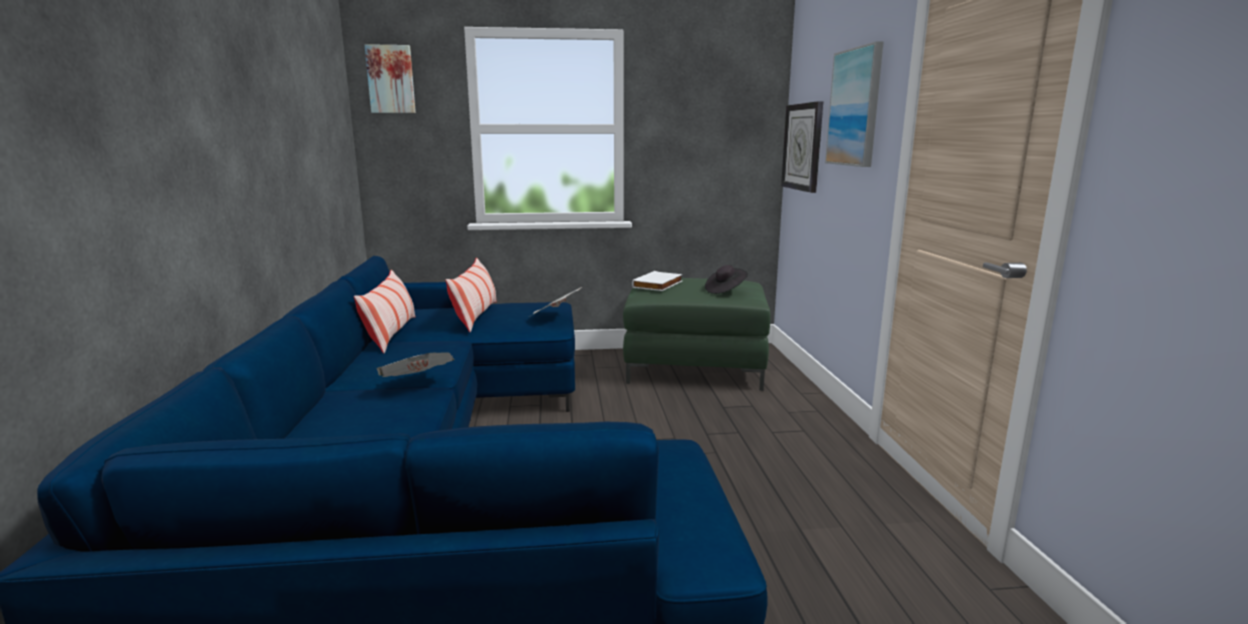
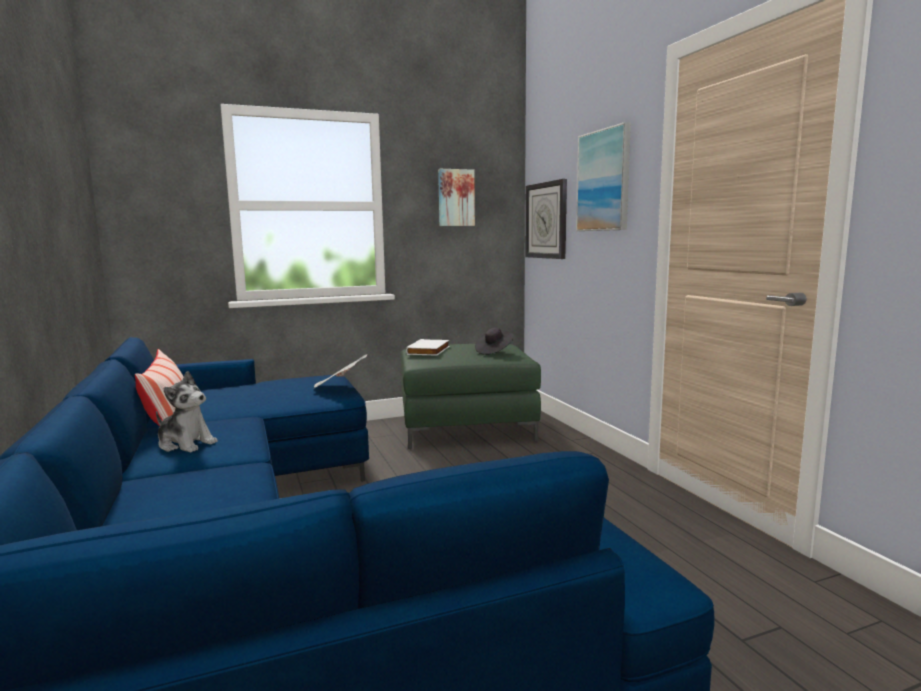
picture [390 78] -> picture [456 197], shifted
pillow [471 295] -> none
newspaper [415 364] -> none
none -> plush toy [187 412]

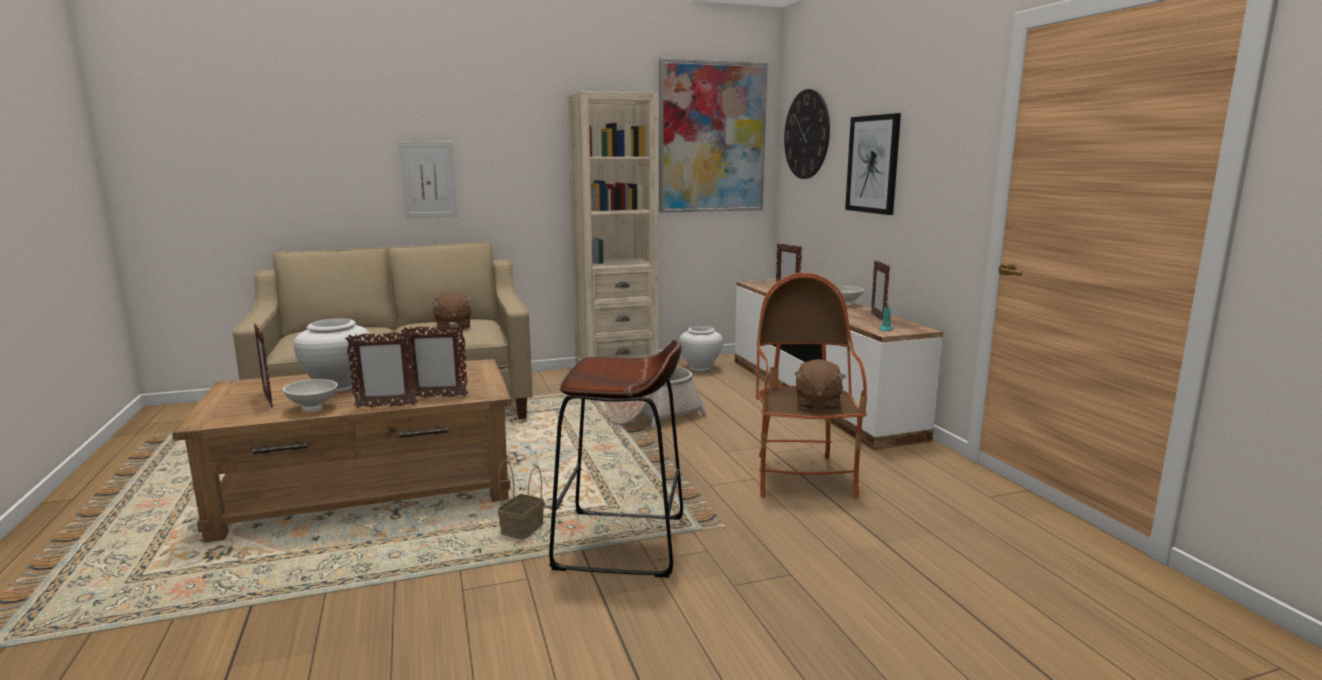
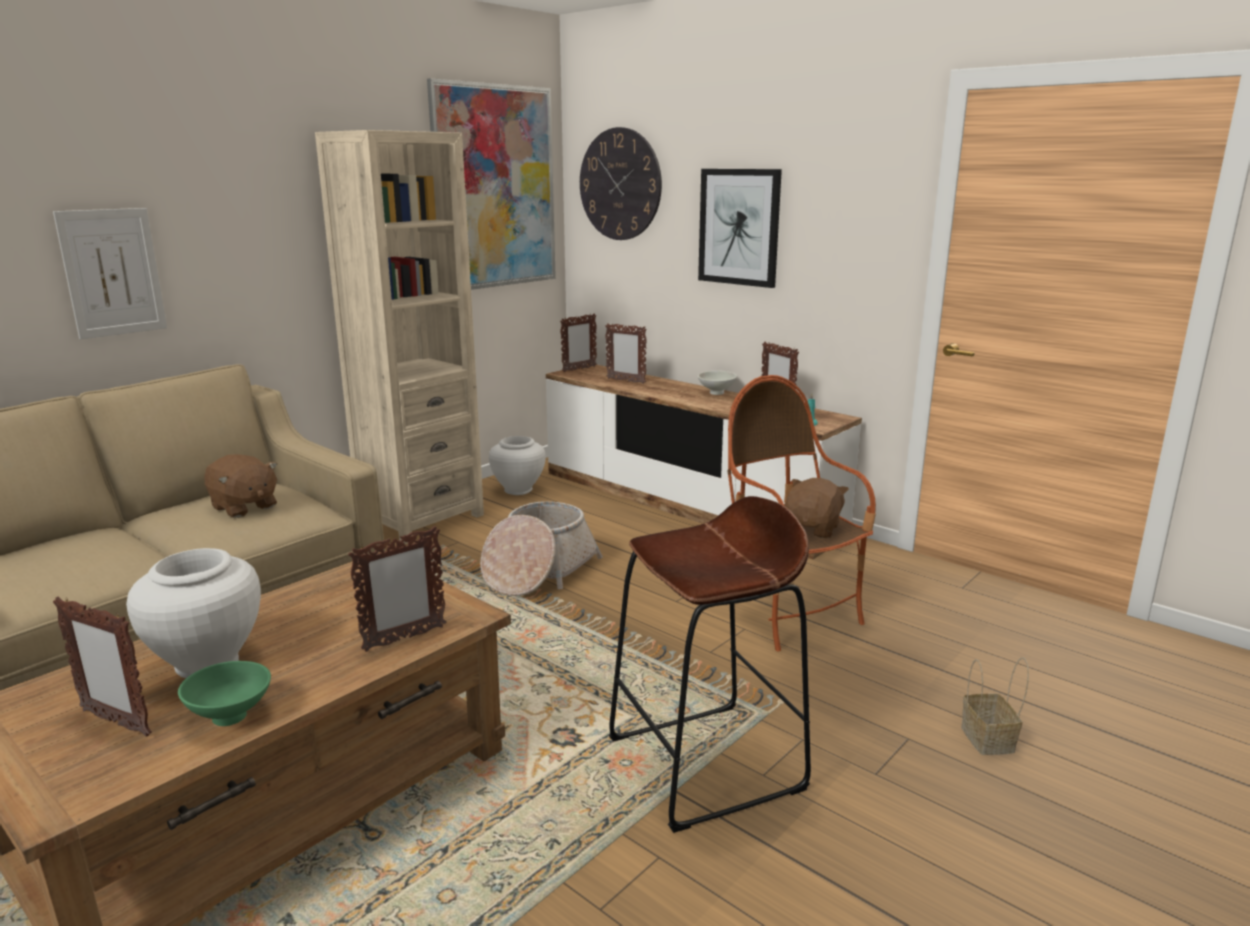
picture frame [381 369] -> picture frame [578 342], shifted
brown plush toy [820 385] -> brown plush toy [816 508], 135 degrees counterclockwise
white bowl [310 395] -> green bowl [224 693]
basket [521 500] -> basket [995 706], shifted

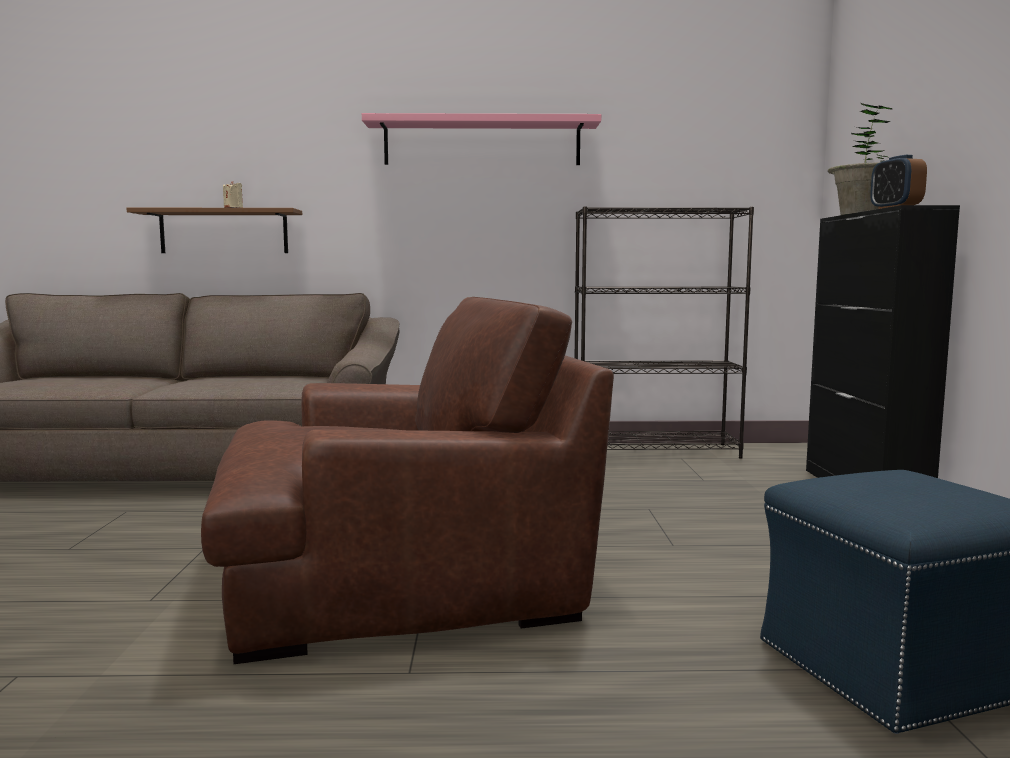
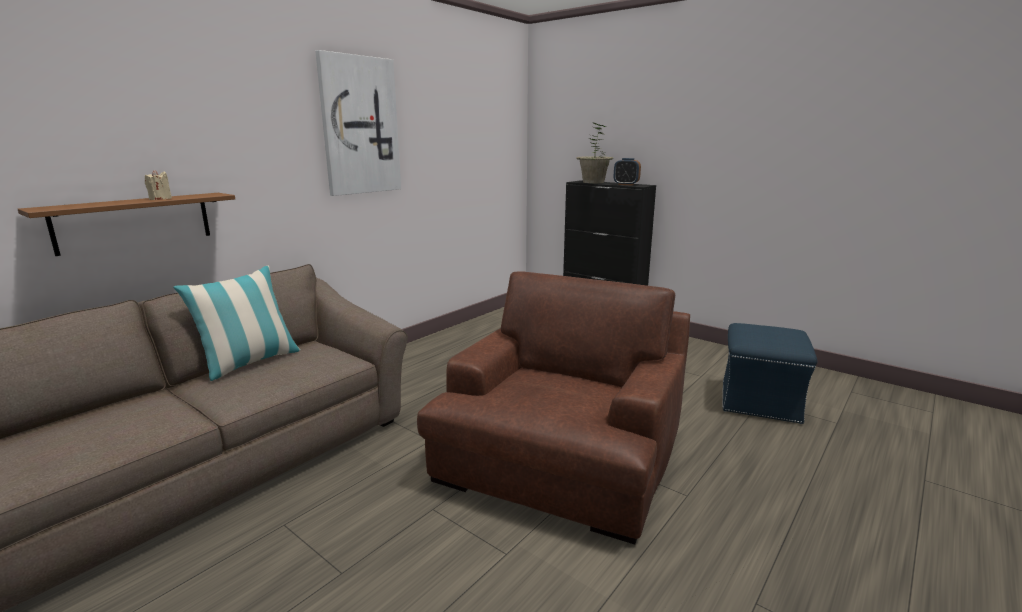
pink shelf [481 139] -> picture [358 123]
black bookcase [664 332] -> none
none -> pillow [237 323]

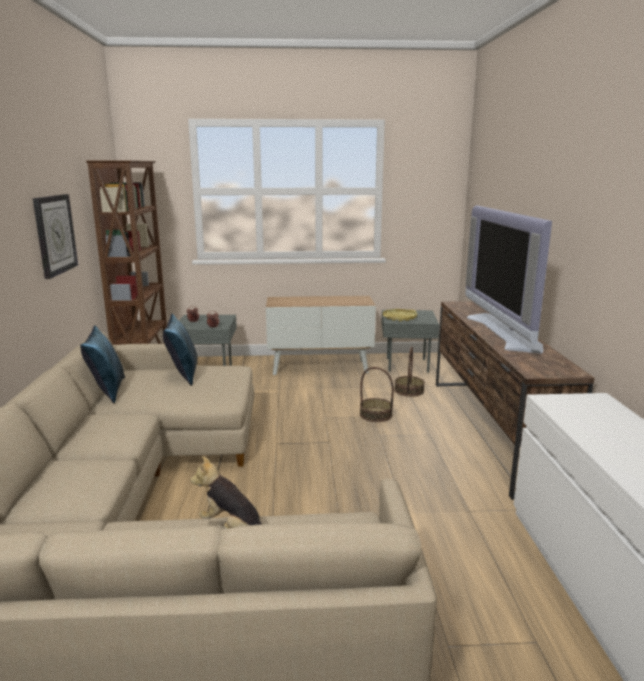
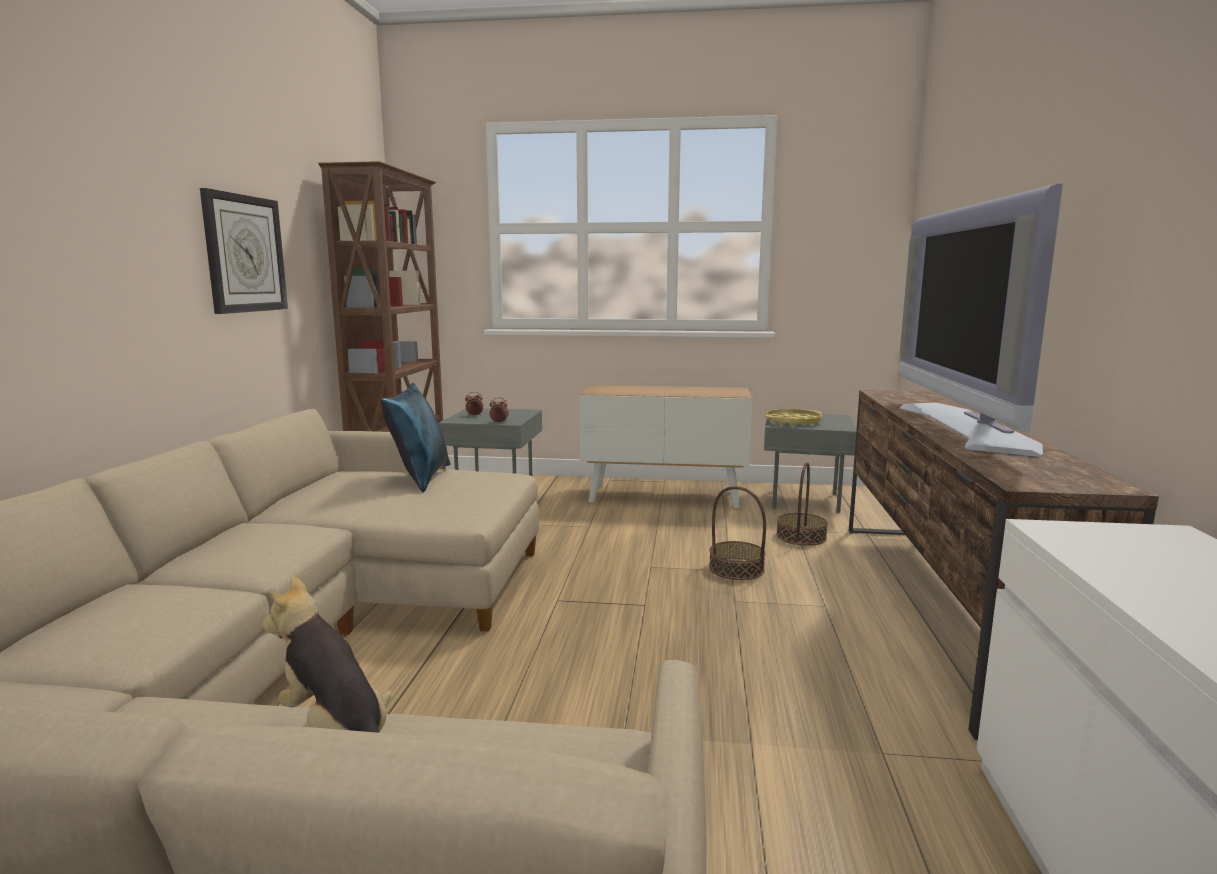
blue pillow [102 364] -> none

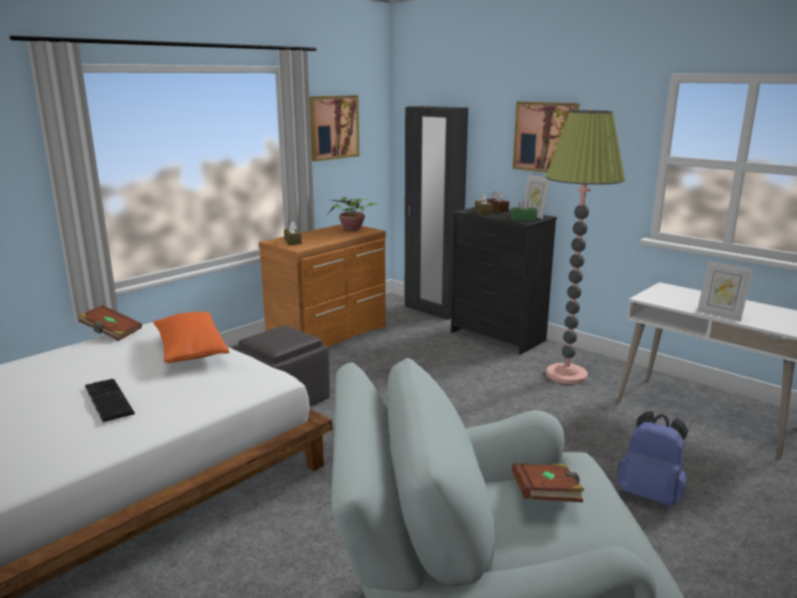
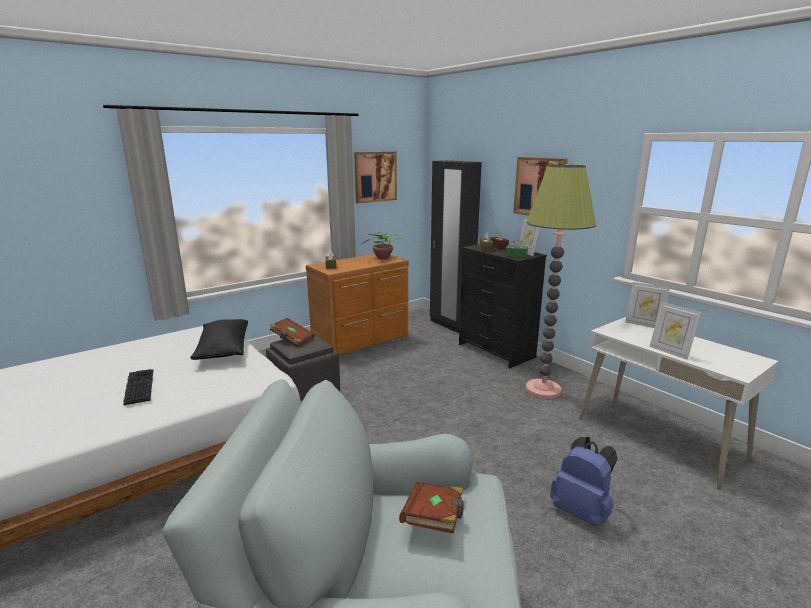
brown book [110 323] -> brown book [292 332], shifted
orange pillow [191 337] -> black pillow [219 339]
none -> picture frame [647 305]

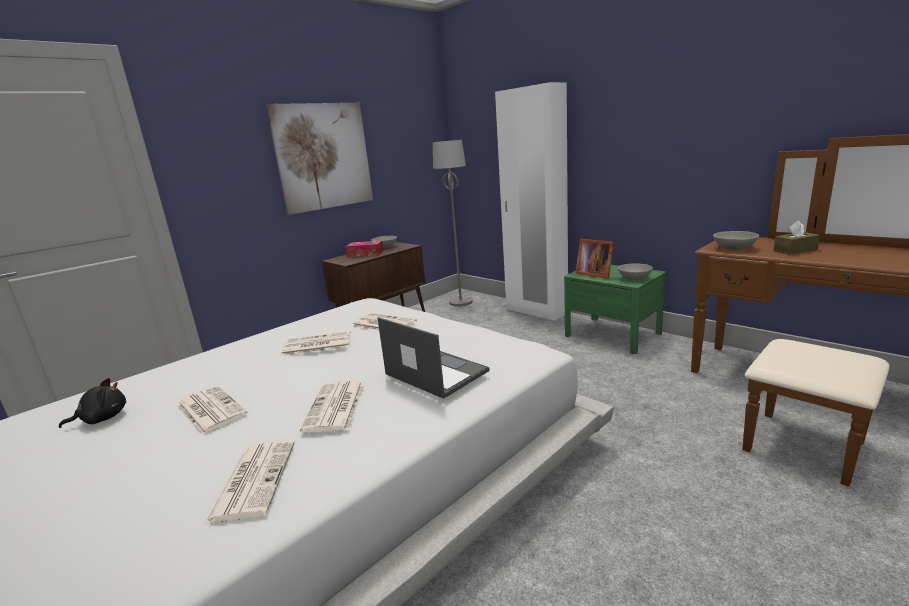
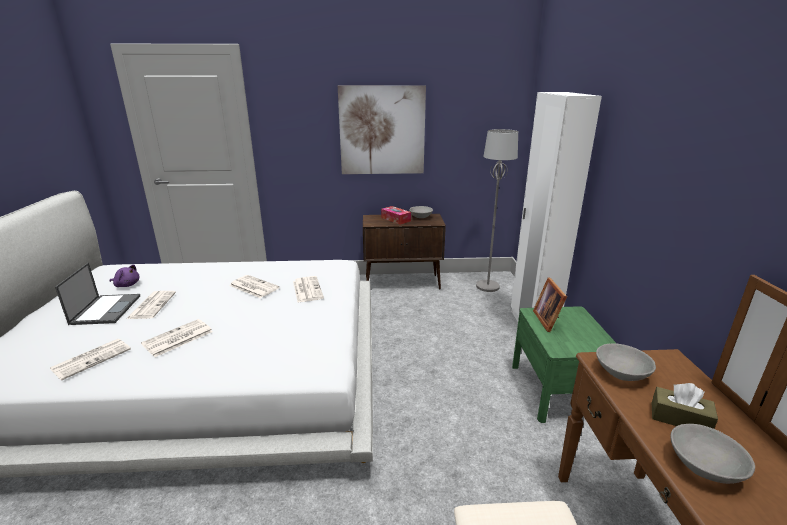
grey bowl [635 271] -> grey bowl [713 454], shifted
laptop [433 358] -> laptop [97 294], shifted
black plush toy [92 403] -> purple plush toy [125 276]

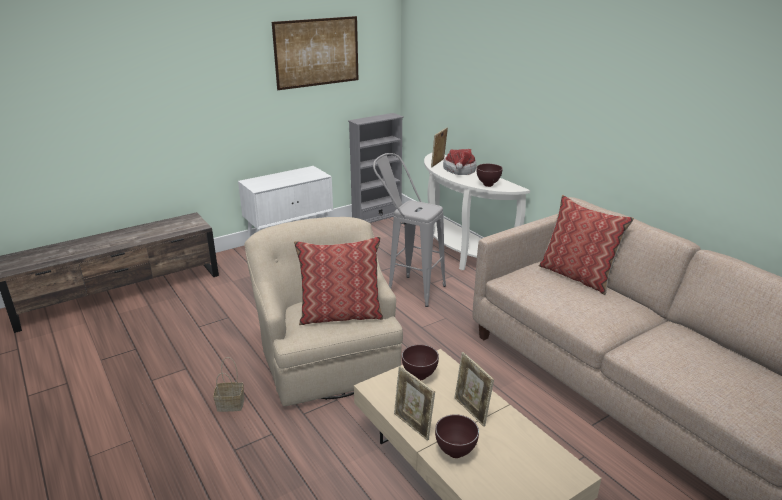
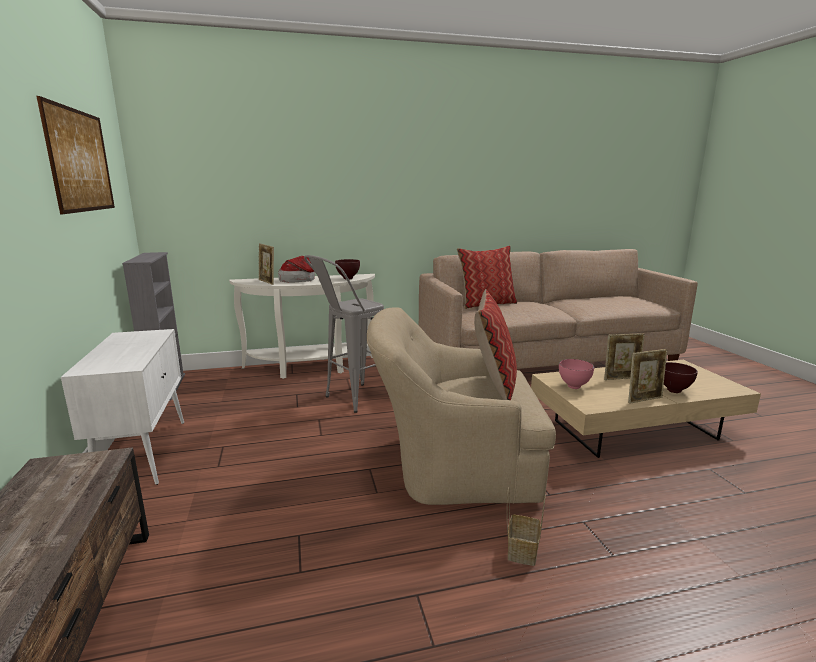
brown bowl [420 362] -> pink bowl [576 374]

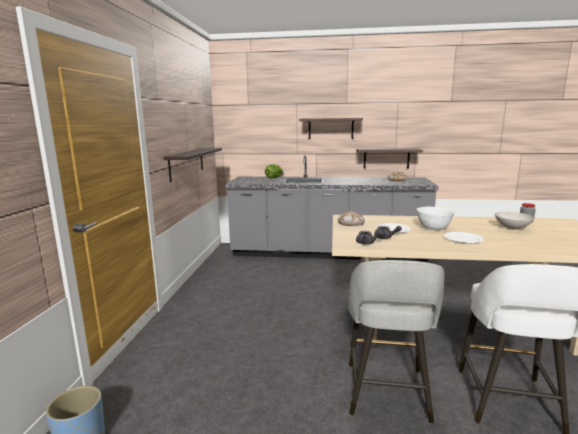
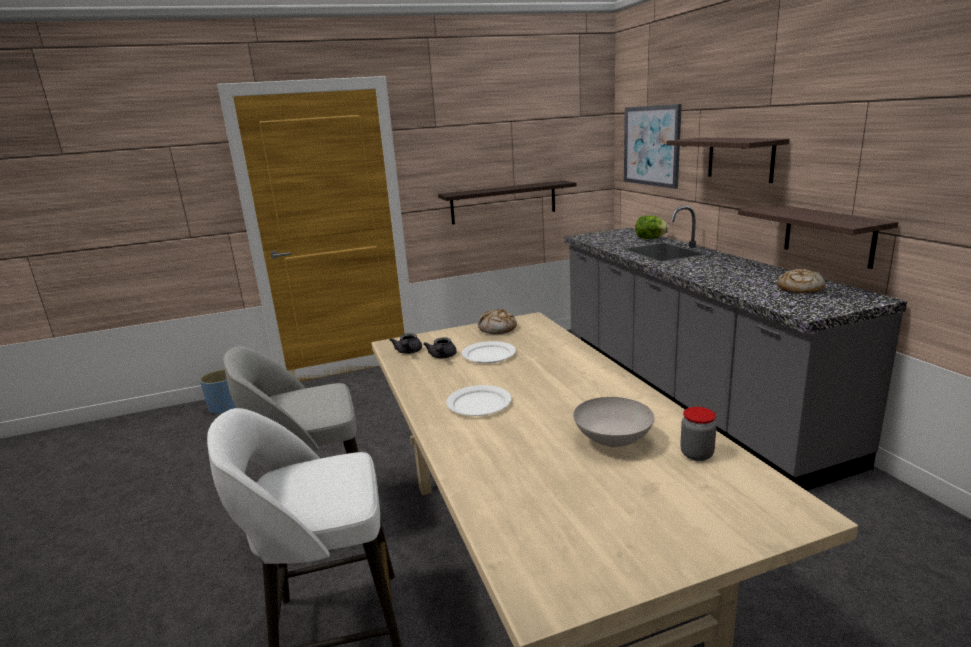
white bowl [435 218] -> none
none -> picture [653 146]

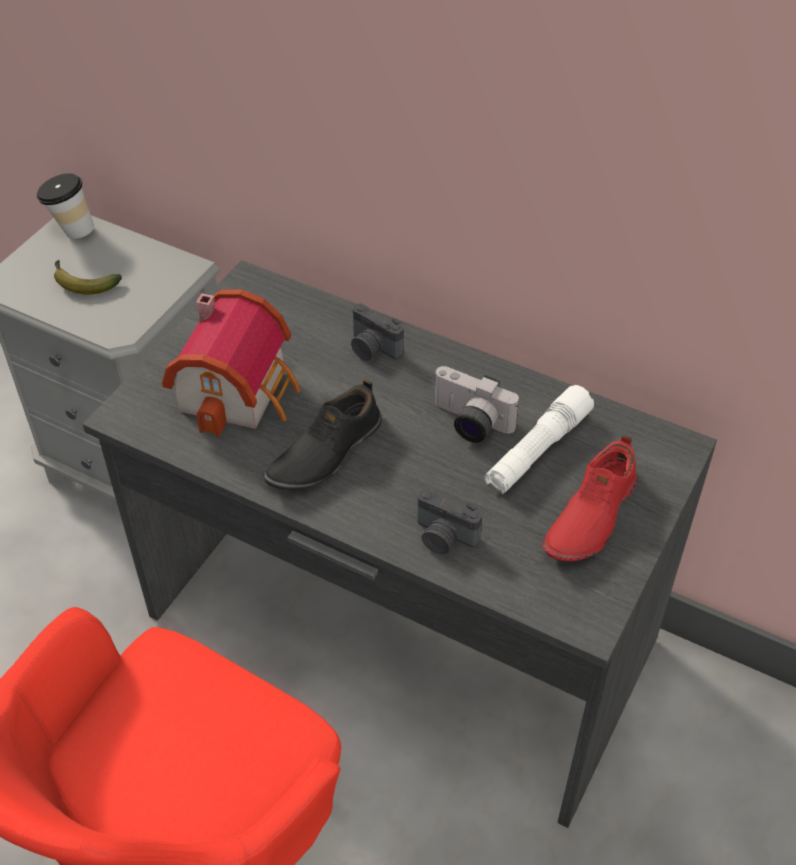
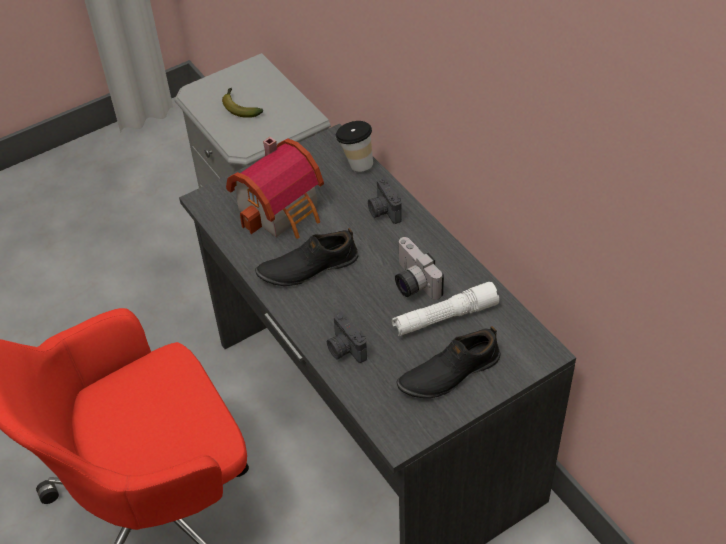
cup [65 206] -> cup [354 146], shifted
red shoe [590 498] -> black shoe [449 362]

